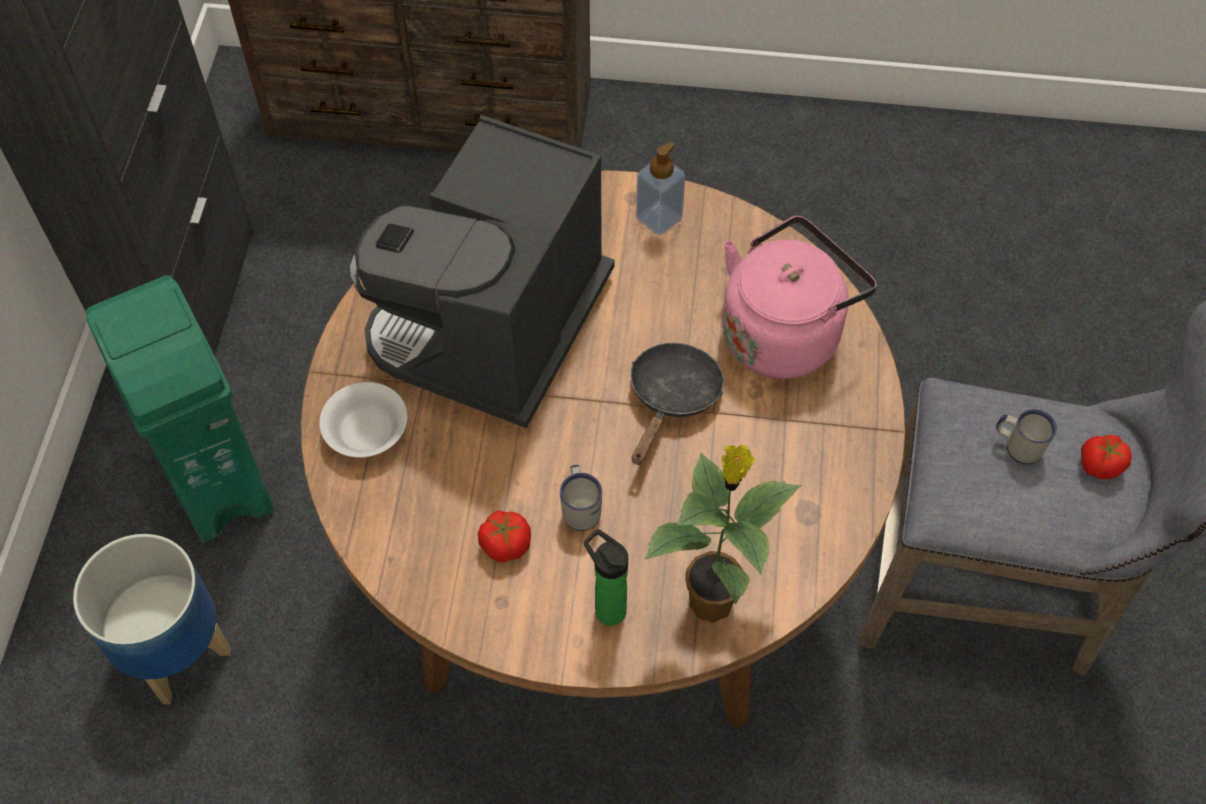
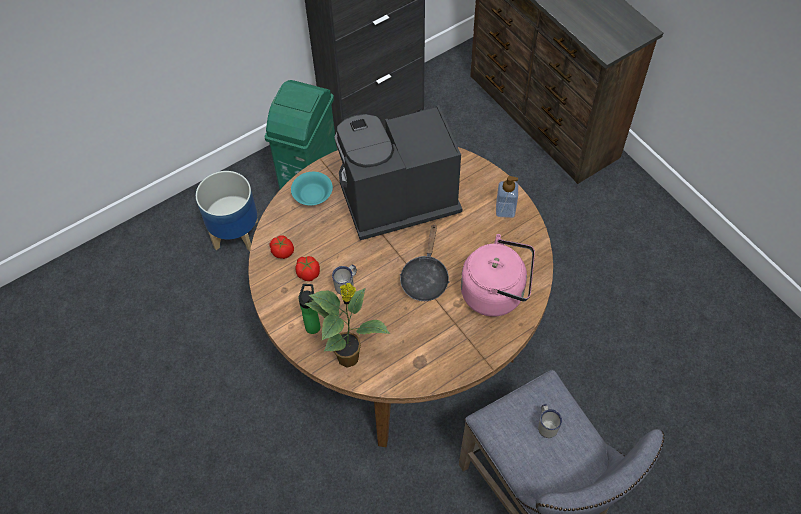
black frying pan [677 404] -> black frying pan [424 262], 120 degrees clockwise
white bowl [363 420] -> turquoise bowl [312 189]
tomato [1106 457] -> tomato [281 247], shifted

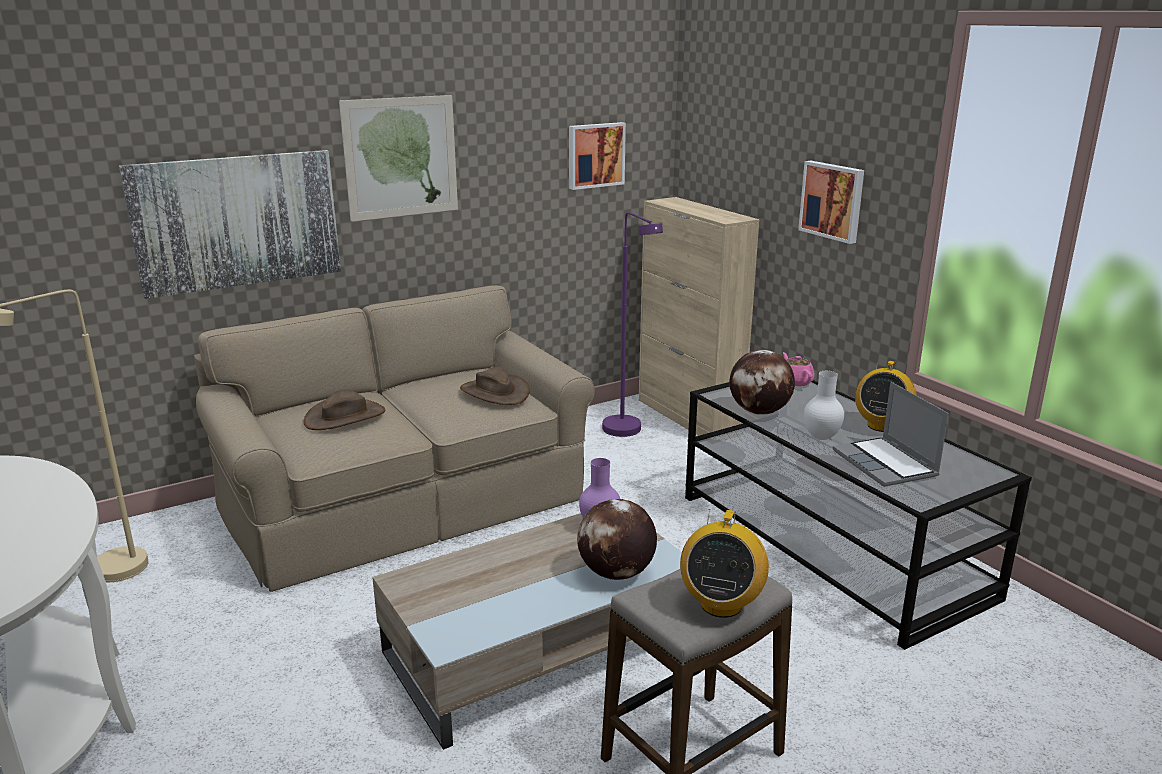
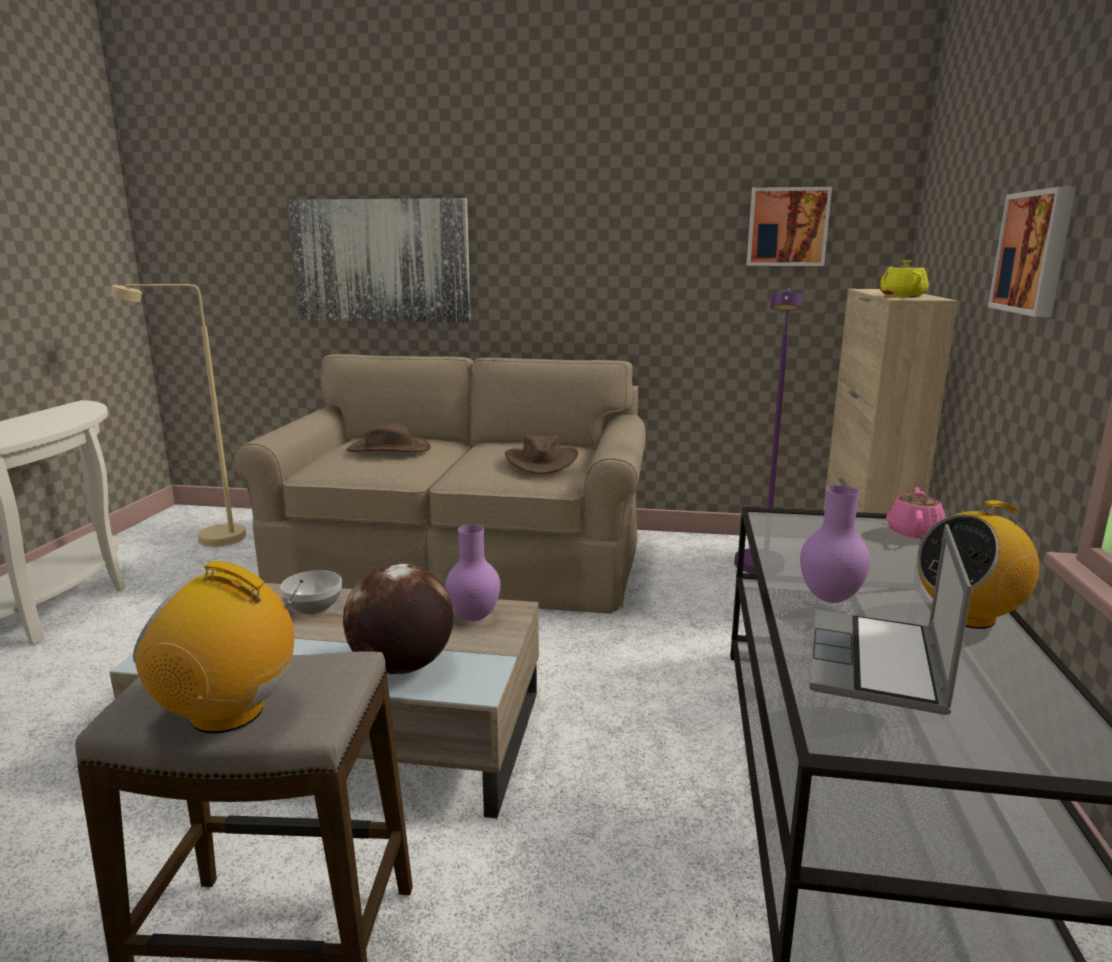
picture [398 158] -> none
globe [762 382] -> none
white vase [824 405] -> purple vase [835 544]
radio [724 563] -> radio [218 647], 45 degrees clockwise
none -> yellow teapot [903 278]
none -> bowl [311 592]

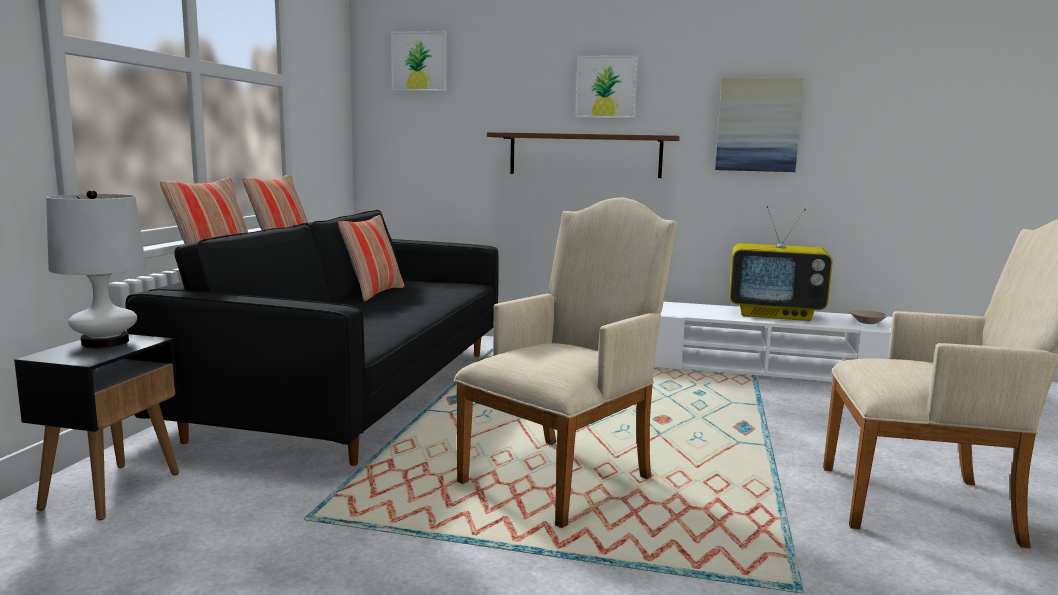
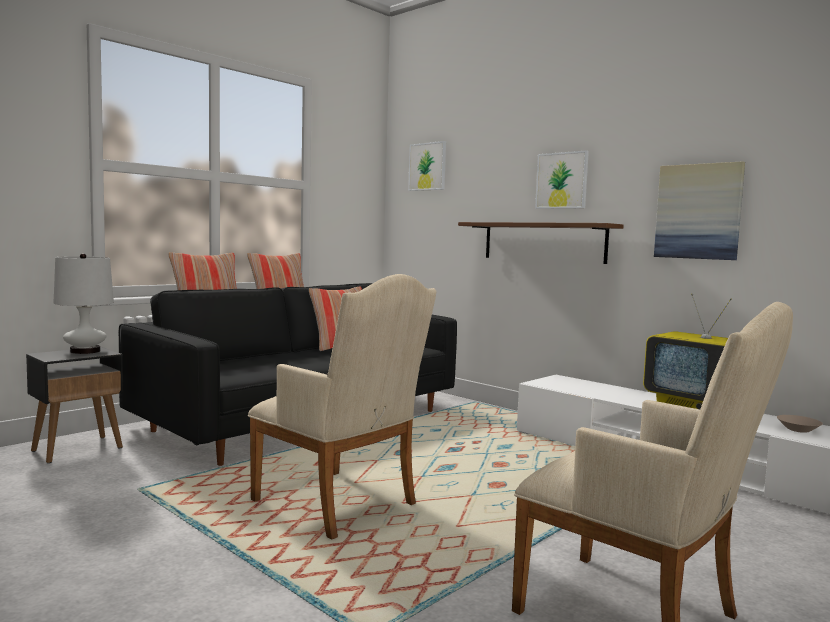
beige armchair [566 362] -> beige armchair [342 406], 60 degrees clockwise

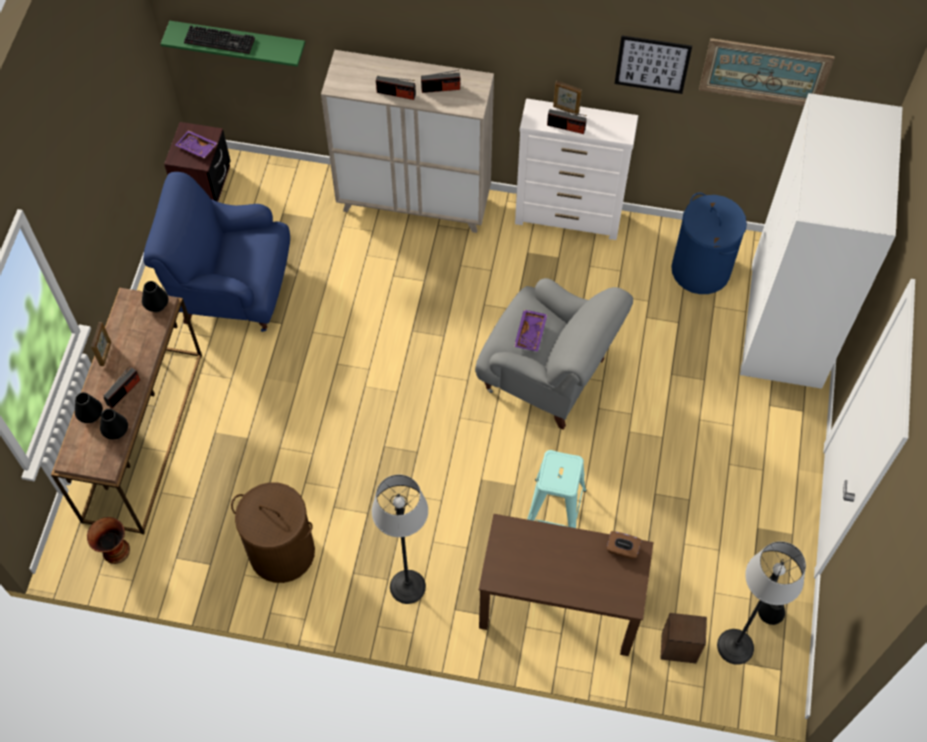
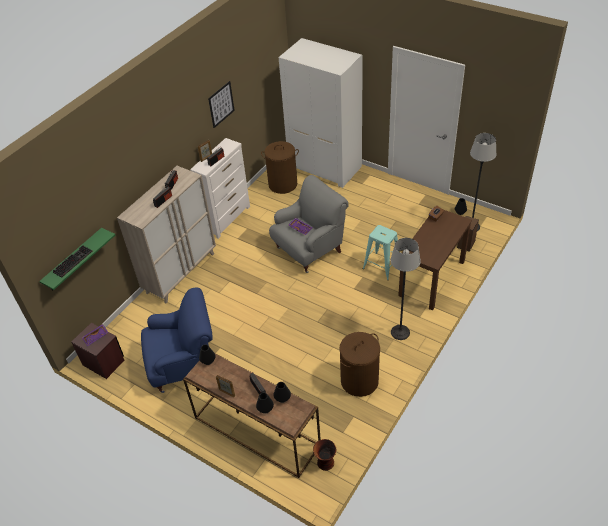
picture [767 72] -> none
blue armchair [216 252] -> blue armchair [177 340], 135 degrees counterclockwise
blue laundry basket [709 243] -> brown laundry basket [280 167]

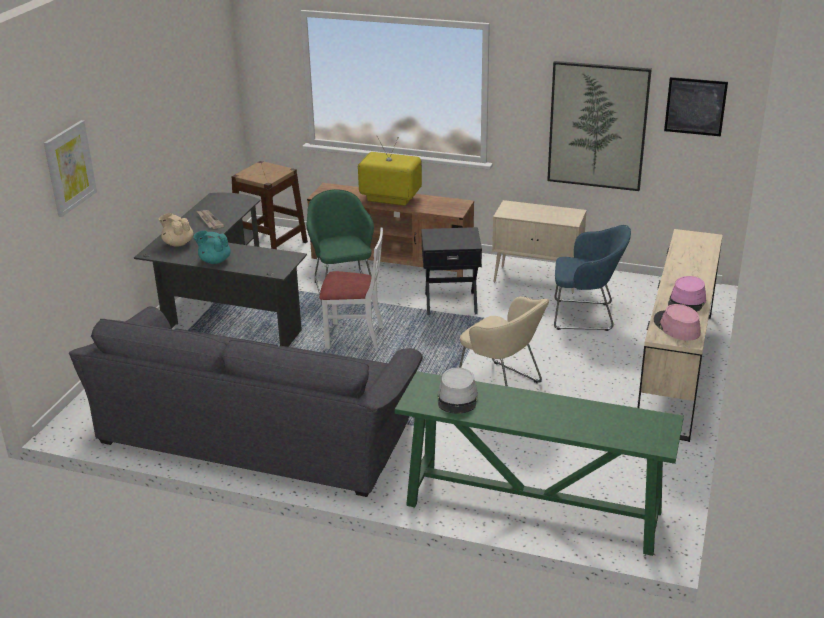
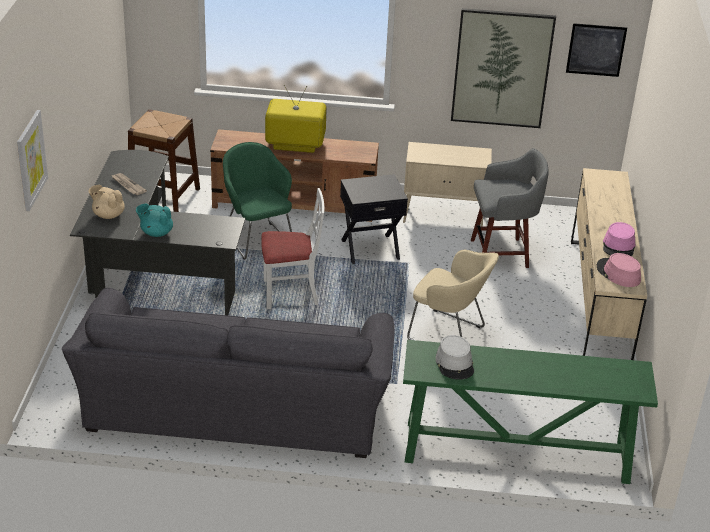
blue armchair [592 278] -> grey stool [510 208]

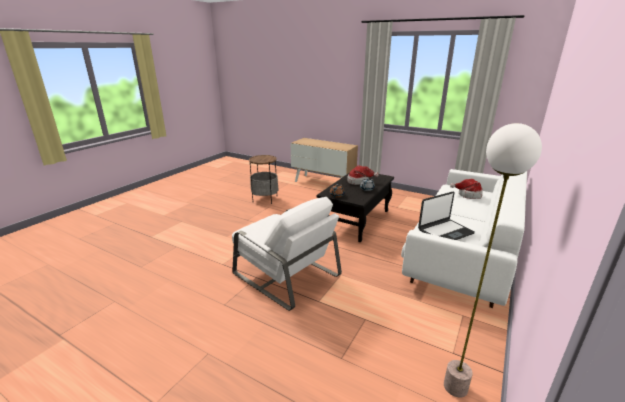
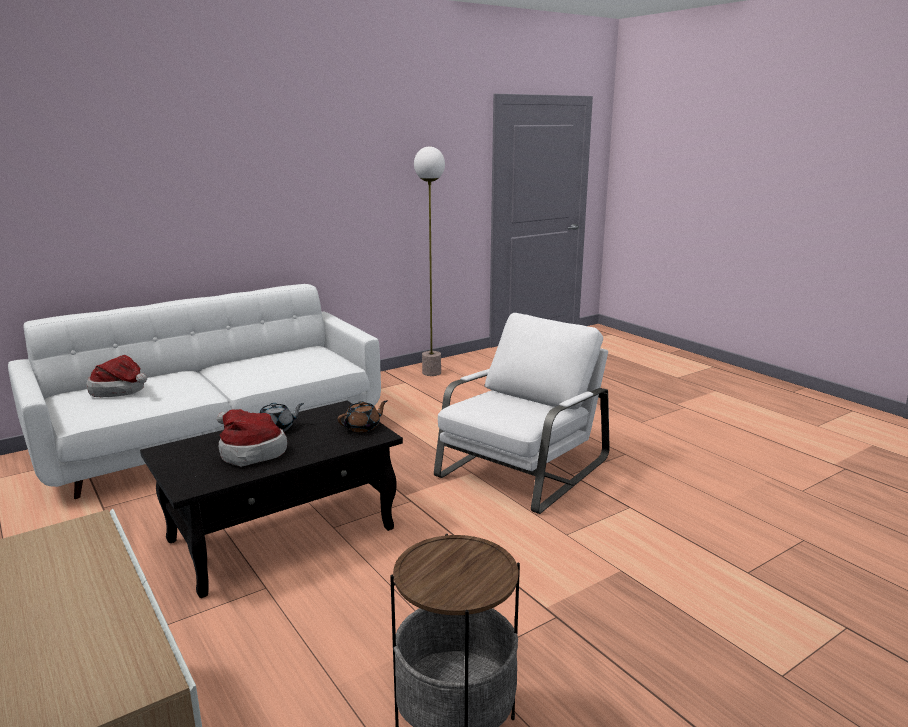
laptop [446 216] -> none
white armchair [287 254] -> white armchair [522 413], 60 degrees clockwise

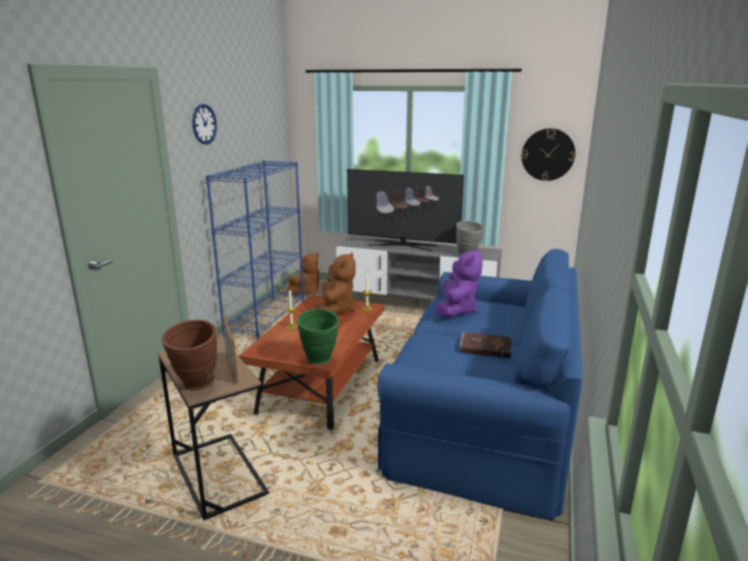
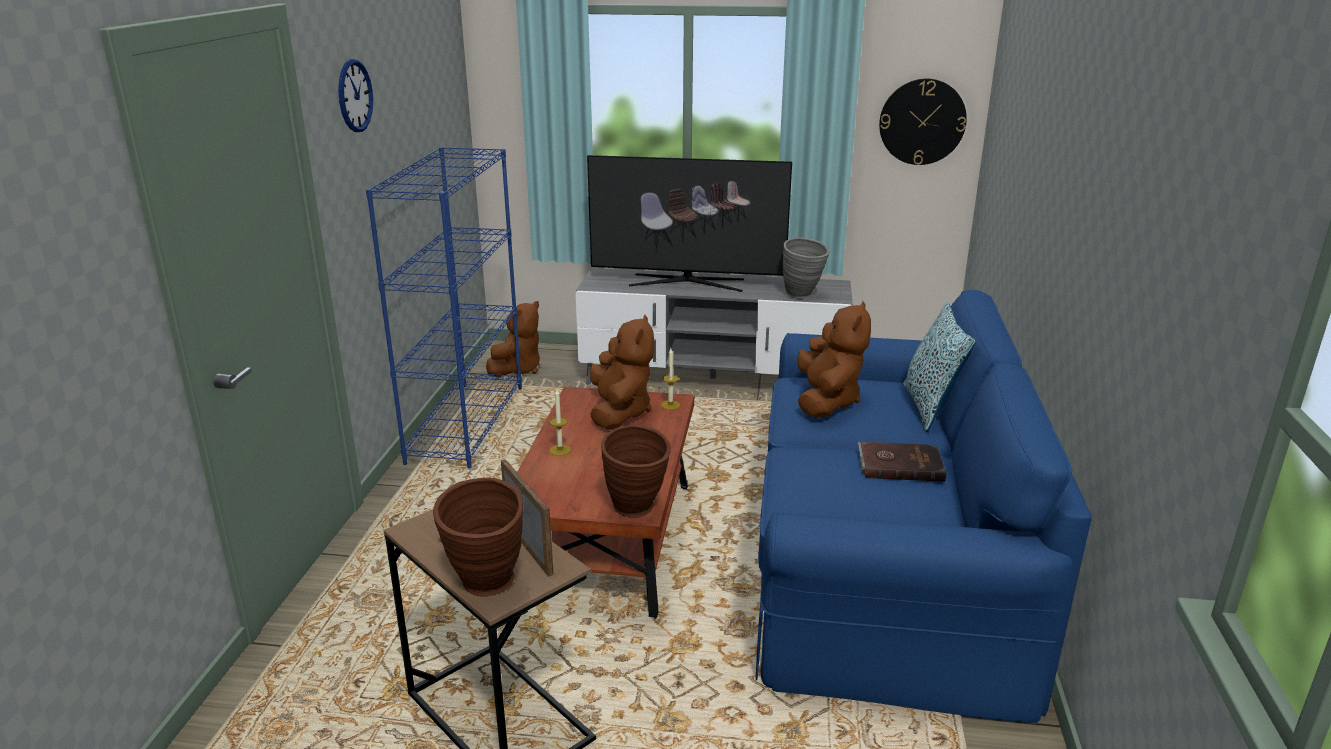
purple plush toy [459 283] -> brown plush toy [834 359]
green vase [318 337] -> brown vase [636 471]
none -> pillow [939 367]

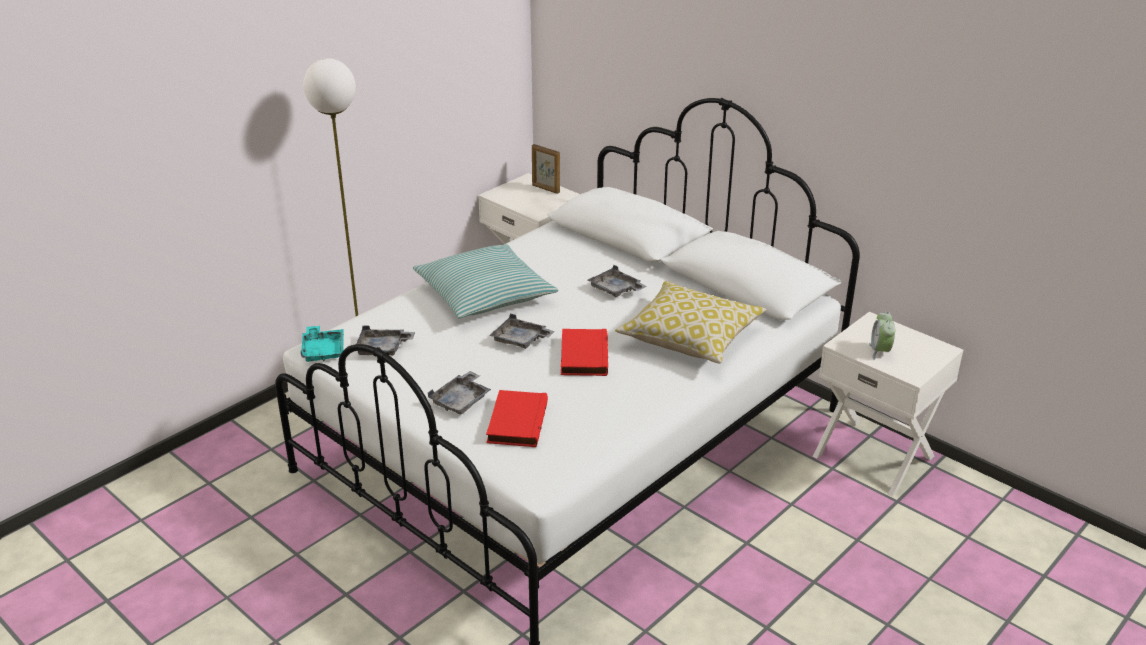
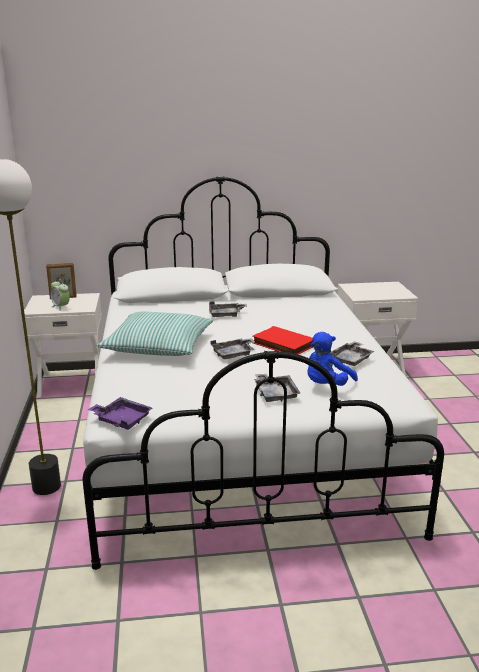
pillow [690 322] -> none
alarm clock [882 336] -> alarm clock [60 295], shifted
grey tray [386 340] -> grey tray [352 353], shifted
turquoise tray [322 344] -> purple tray [120 413]
red book [517 418] -> blue plush toy [333 359]

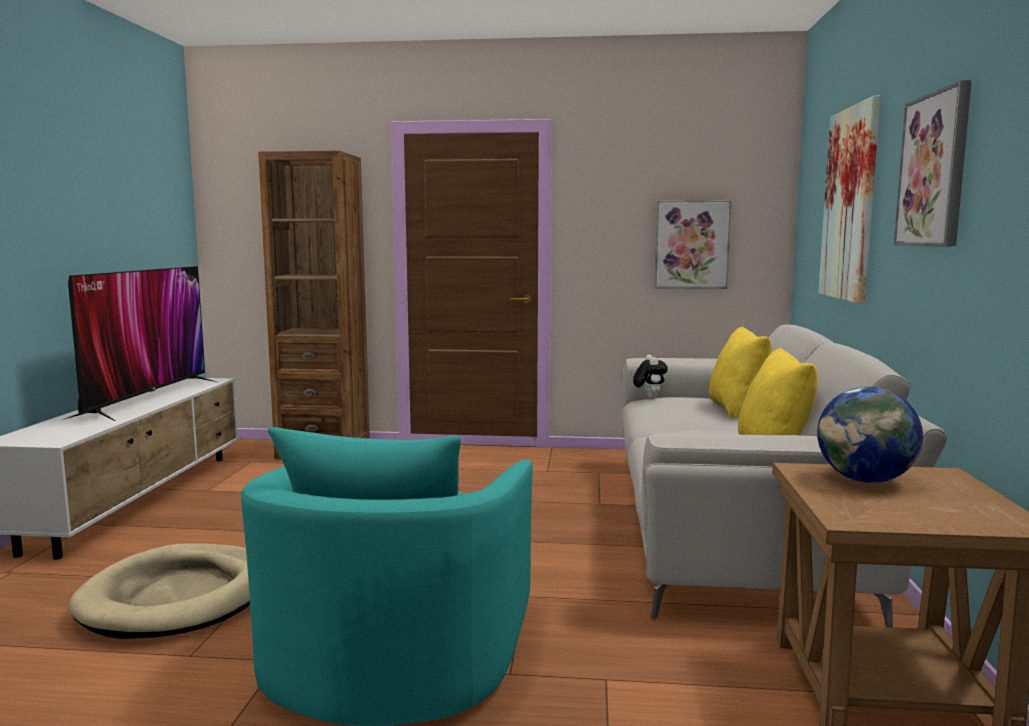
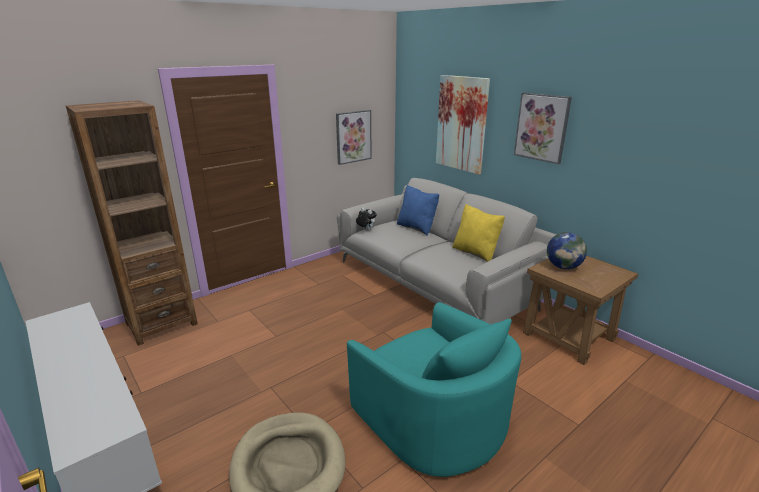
television [140 343] -> none
yellow pillow [740 372] -> blue pillow [418 210]

